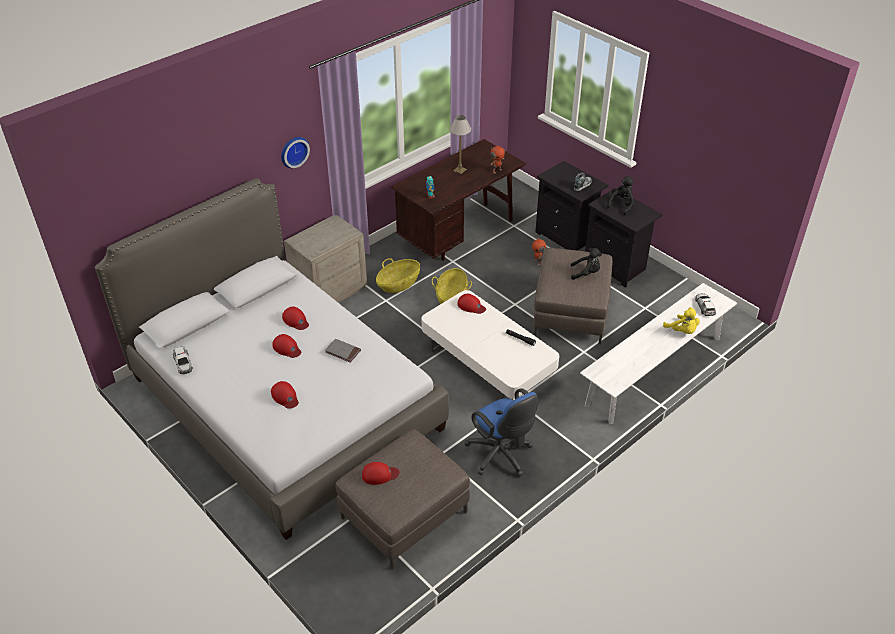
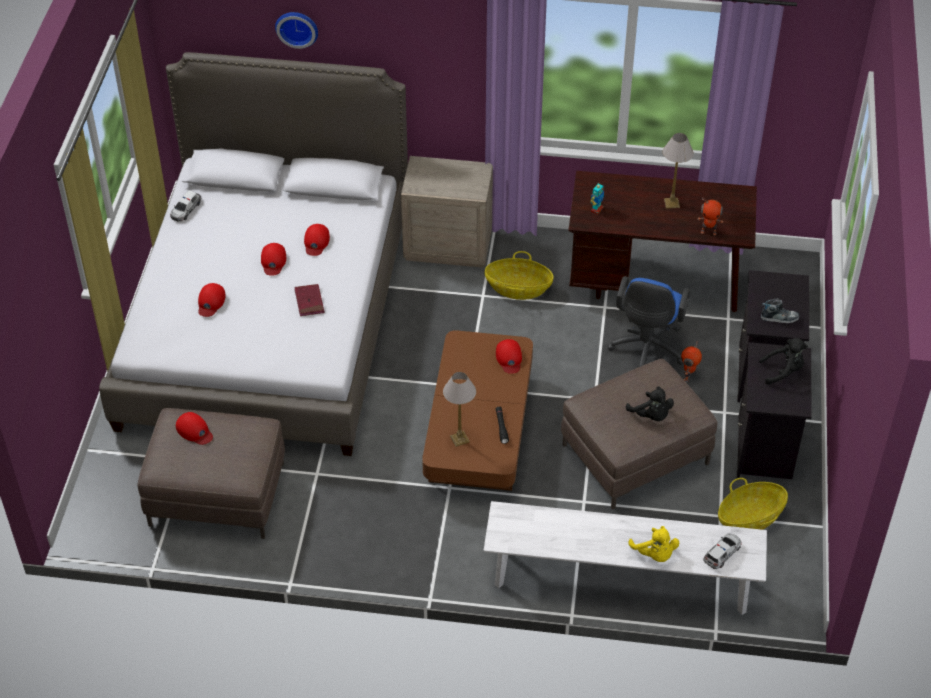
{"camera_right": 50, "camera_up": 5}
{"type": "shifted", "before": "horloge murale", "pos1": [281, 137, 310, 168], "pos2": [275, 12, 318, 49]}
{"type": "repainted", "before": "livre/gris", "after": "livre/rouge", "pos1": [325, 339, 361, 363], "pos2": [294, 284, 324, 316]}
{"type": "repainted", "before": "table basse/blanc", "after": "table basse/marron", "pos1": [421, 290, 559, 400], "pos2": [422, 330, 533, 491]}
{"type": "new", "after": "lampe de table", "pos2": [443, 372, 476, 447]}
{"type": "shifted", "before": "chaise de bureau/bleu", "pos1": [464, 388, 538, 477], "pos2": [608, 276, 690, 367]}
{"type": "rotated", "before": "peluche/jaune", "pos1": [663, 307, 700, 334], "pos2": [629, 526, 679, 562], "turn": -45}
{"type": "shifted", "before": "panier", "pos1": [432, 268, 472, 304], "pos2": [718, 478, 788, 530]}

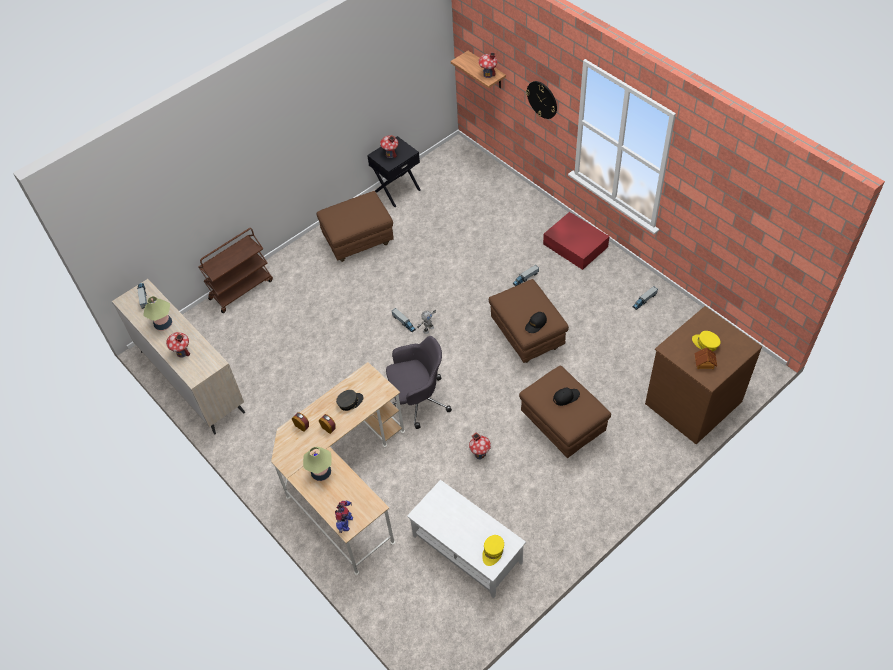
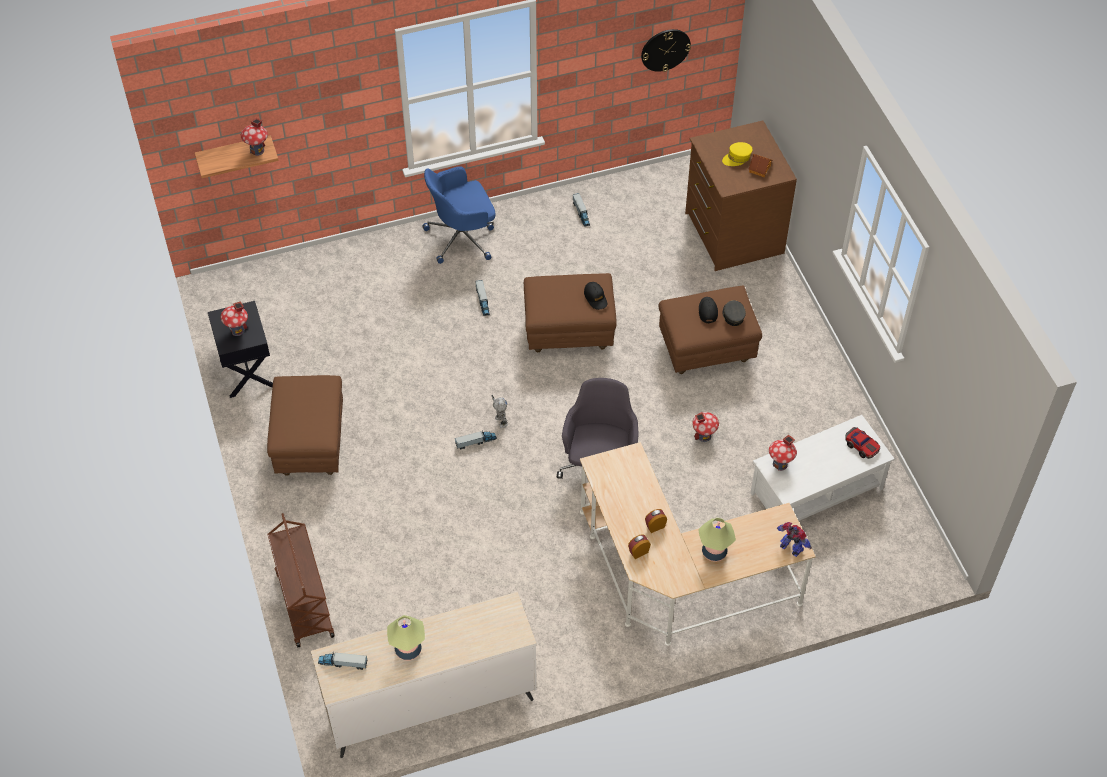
{"camera_right": -70, "camera_up": 0}
{"type": "swapped", "before": "boîte de rangement/rouge", "after": "chaise de bureau/bleu", "pos1": [543, 212, 609, 270], "pos2": [422, 166, 495, 264]}
{"type": "shifted", "before": "horloge murale", "pos1": [526, 81, 557, 119], "pos2": [641, 29, 691, 72]}
{"type": "shifted", "before": "casquette/gris", "pos1": [336, 390, 364, 411], "pos2": [723, 300, 746, 326]}
{"type": "shifted", "before": "maison miniature", "pos1": [166, 332, 190, 358], "pos2": [769, 435, 797, 471]}
{"type": "swapped", "before": "casquette/jaune", "after": "petite voiture", "pos1": [482, 535, 504, 566], "pos2": [845, 427, 880, 459]}

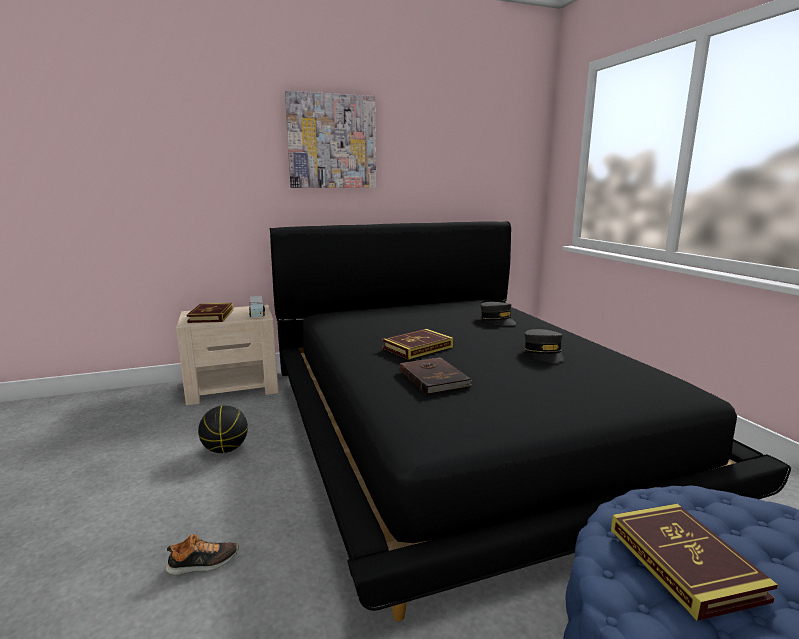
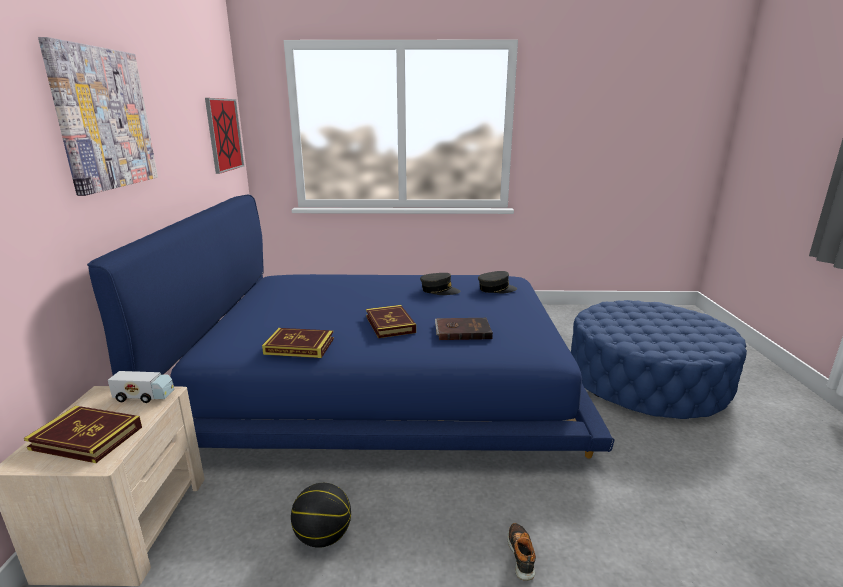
{"camera_right": -70, "camera_up": 5}
{"type": "repainted", "before": "lit/noir", "after": "lit/bleu", "pos1": [270, 221, 791, 621], "pos2": [87, 194, 615, 459]}
{"type": "new", "after": "tableau", "pos2": [205, 98, 244, 174]}
{"type": "shifted", "before": "livre", "pos1": [611, 504, 778, 621], "pos2": [262, 328, 334, 358]}
{"type": "shifted", "before": "casquette/gris", "pos1": [480, 302, 516, 326], "pos2": [478, 271, 517, 293]}

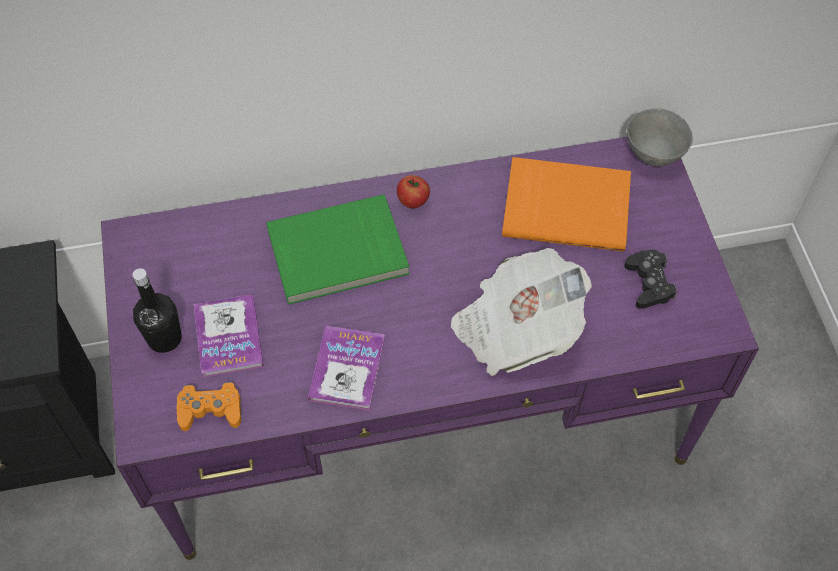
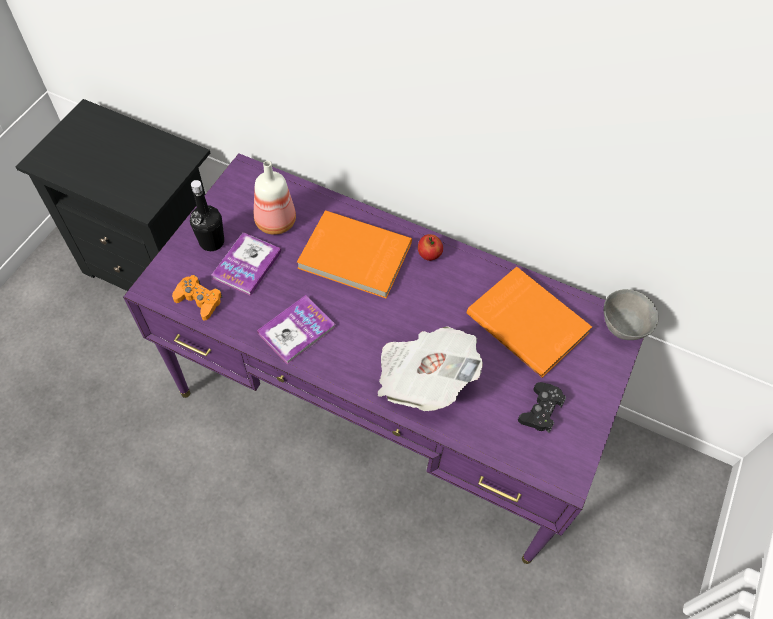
{"camera_right": 35, "camera_up": 0}
{"type": "new", "after": "bouteille", "pos2": [254, 161, 296, 235]}
{"type": "repainted", "before": "livre/vert", "after": "livre/orange", "pos1": [266, 194, 409, 305], "pos2": [297, 210, 412, 298]}

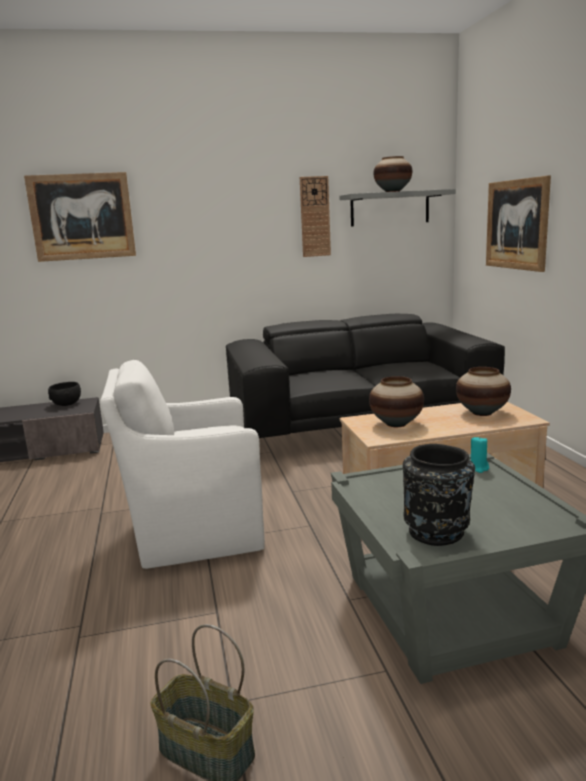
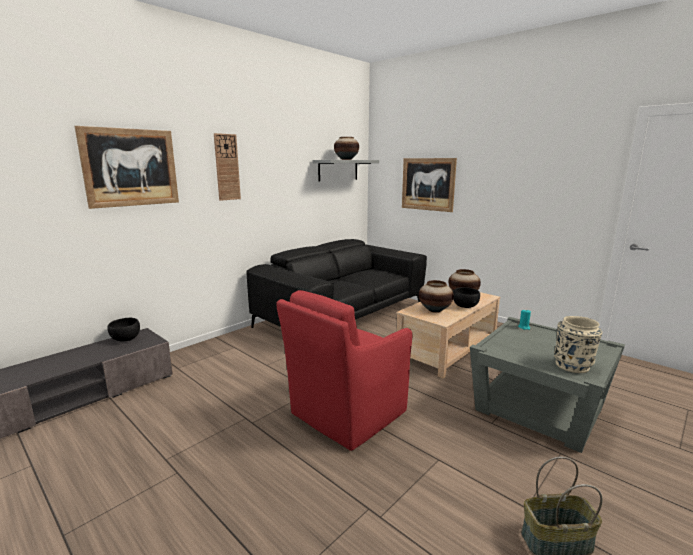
{"camera_right": -35, "camera_up": 0}
{"type": "shifted", "before": "horloge murale", "pos1": [300, 176, 331, 257], "pos2": [214, 133, 241, 201]}
{"type": "repainted", "before": "fauteuil/blanc", "after": "fauteuil/rouge", "pos1": [100, 360, 265, 569], "pos2": [276, 290, 412, 451]}
{"type": "new", "after": "bol/noir", "pos2": [453, 287, 480, 308]}
{"type": "repainted", "before": "vase/noir", "after": "vase/beige", "pos1": [403, 444, 475, 546], "pos2": [554, 316, 602, 373]}

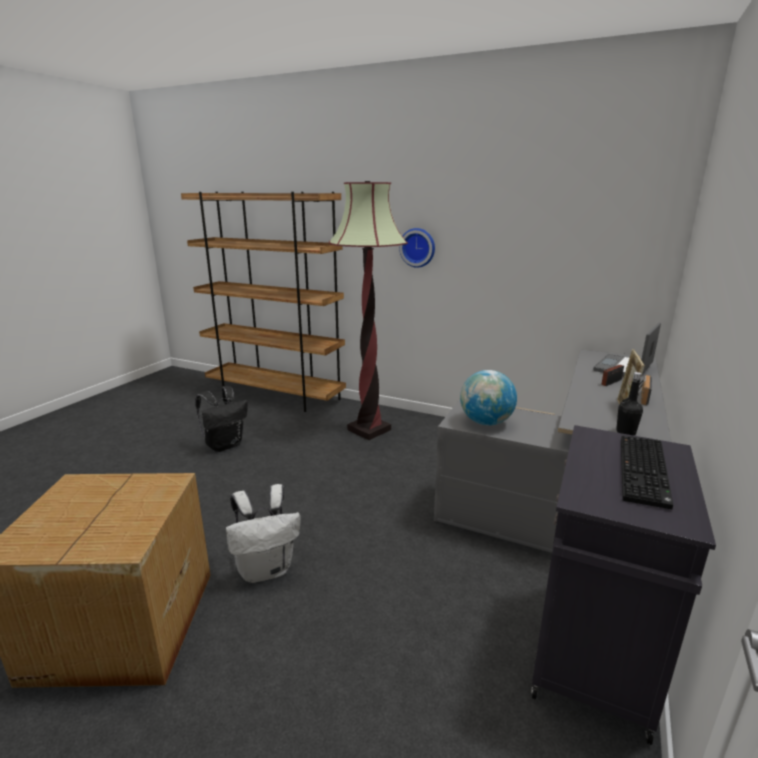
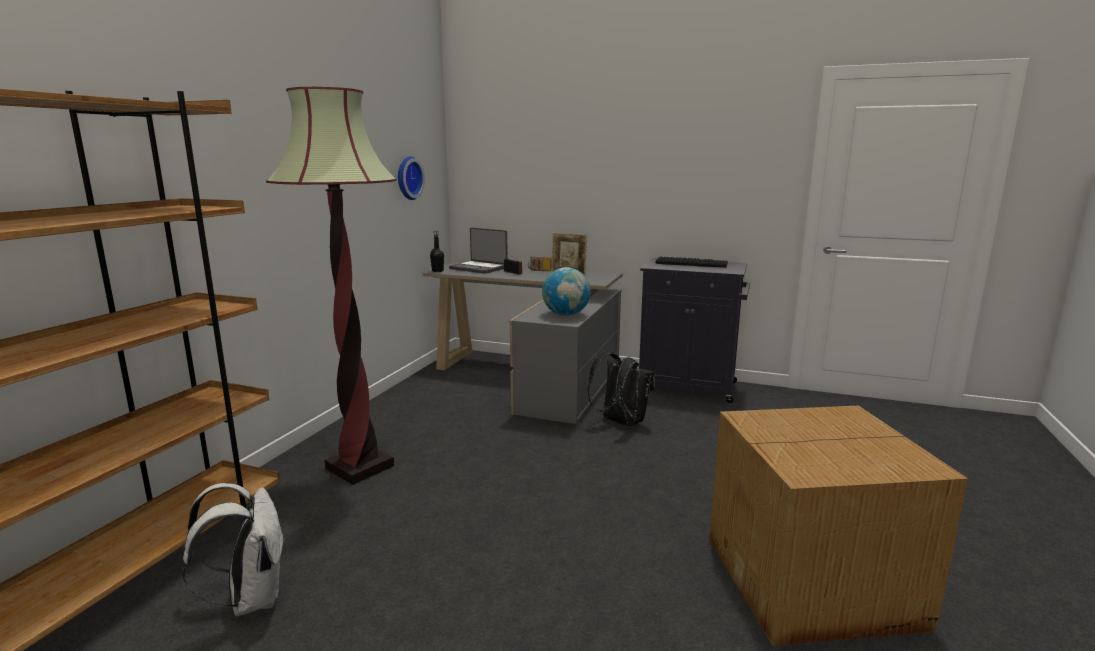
{"camera_right": -95, "camera_up": -5}
{"type": "shifted", "before": "sac à dos/blanc", "pos1": [226, 484, 301, 583], "pos2": [182, 483, 285, 616]}
{"type": "shifted", "before": "horloge murale", "pos1": [399, 228, 435, 268], "pos2": [398, 156, 425, 200]}
{"type": "shifted", "before": "bouteille/noir", "pos1": [616, 372, 643, 435], "pos2": [430, 231, 444, 272]}
{"type": "shifted", "before": "sac à dos/noir", "pos1": [195, 386, 248, 452], "pos2": [587, 352, 655, 426]}

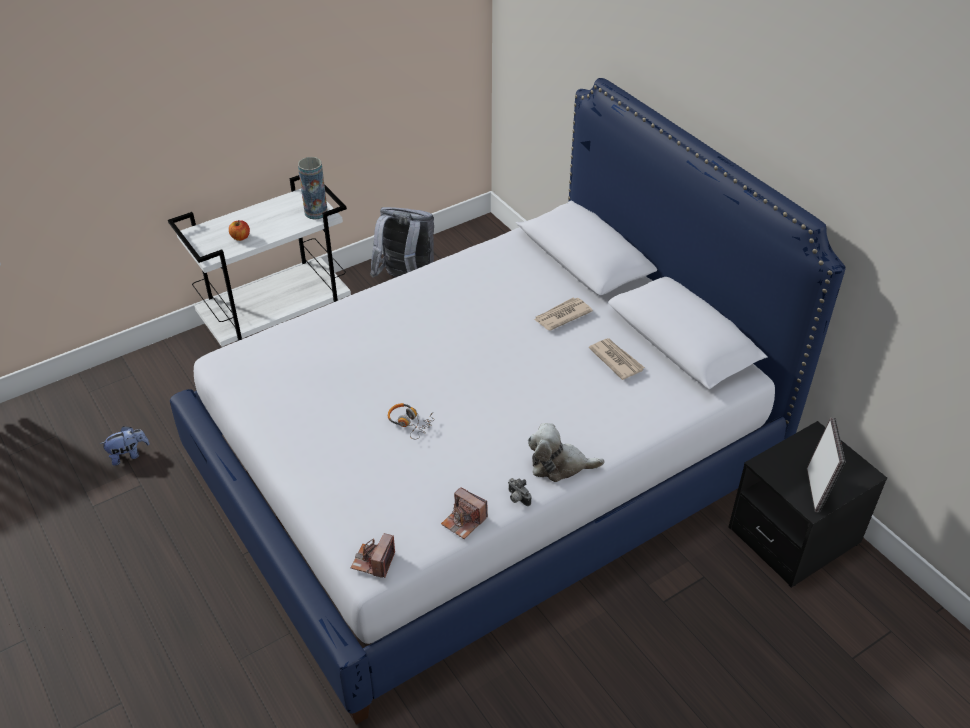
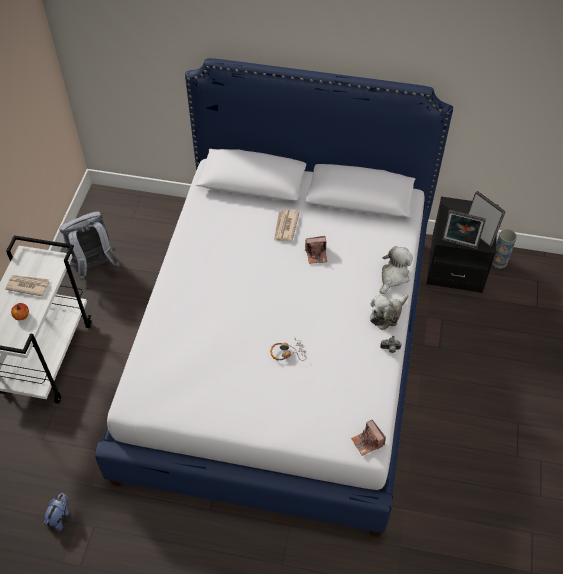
{"camera_right": -45, "camera_up": 10}
{"type": "shifted", "before": "journal", "pos1": [589, 338, 645, 380], "pos2": [5, 275, 49, 296]}
{"type": "shifted", "before": "appareil photo", "pos1": [441, 487, 488, 539], "pos2": [305, 236, 327, 264]}
{"type": "new", "after": "peluche", "pos2": [380, 246, 413, 294]}
{"type": "new", "after": "cadre photo", "pos2": [442, 210, 486, 249]}
{"type": "shifted", "before": "vase", "pos1": [298, 157, 328, 220], "pos2": [492, 229, 517, 268]}

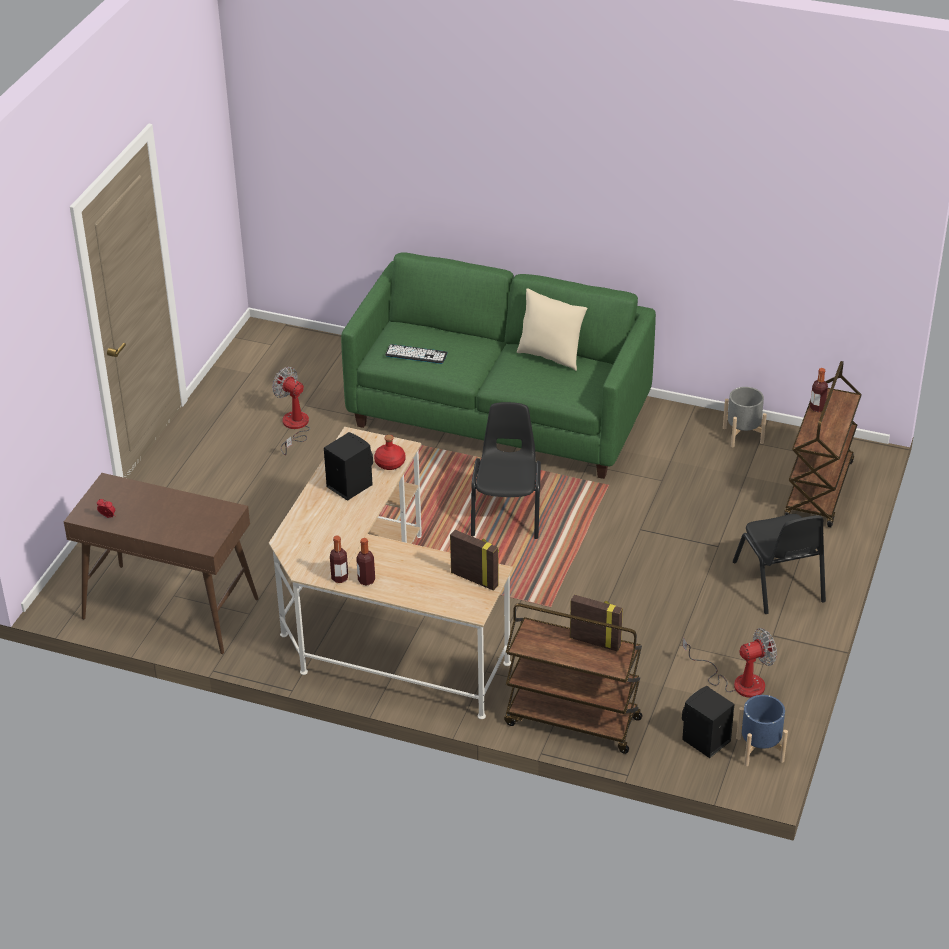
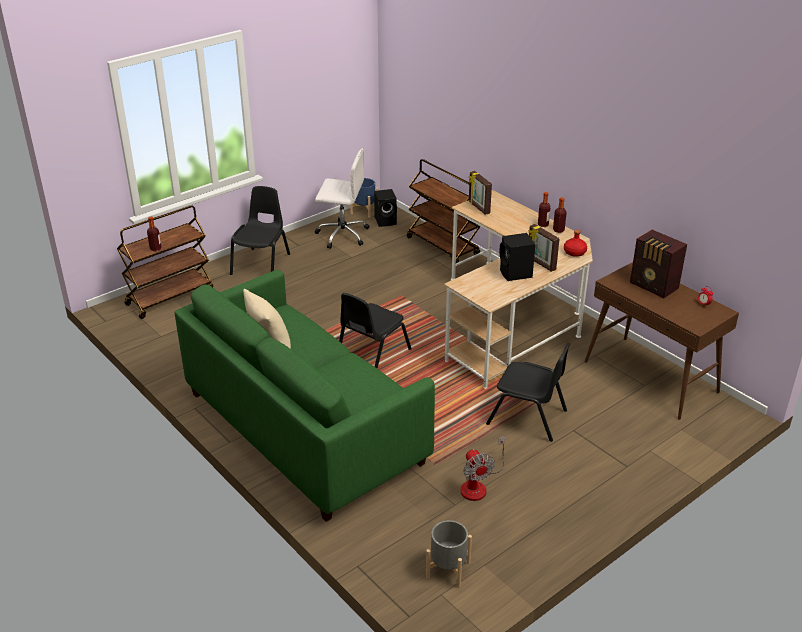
{"camera_right": -150, "camera_up": -5}
{"type": "swapped", "before": "ventilateur", "after": "chaise de bureau/blanc", "pos1": [682, 628, 777, 698], "pos2": [315, 148, 369, 249]}
{"type": "shifted", "before": "cache-pot/gris", "pos1": [723, 387, 767, 448], "pos2": [426, 520, 472, 588]}
{"type": "new", "after": "chaise/noir", "pos2": [486, 343, 571, 442]}
{"type": "shifted", "before": "cadre photo", "pos1": [570, 594, 623, 652], "pos2": [529, 224, 560, 272]}
{"type": "shifted", "before": "bouteille/rouge", "pos1": [374, 435, 406, 470], "pos2": [564, 230, 587, 257]}
{"type": "new", "after": "radio", "pos2": [630, 230, 687, 298]}
{"type": "gone", "before": "clavier", "pos1": [385, 344, 448, 364]}

